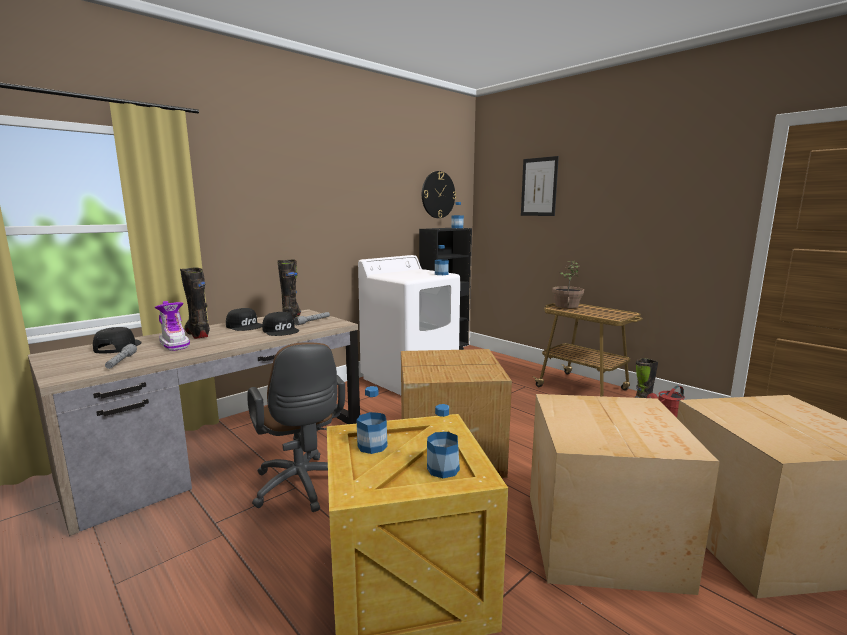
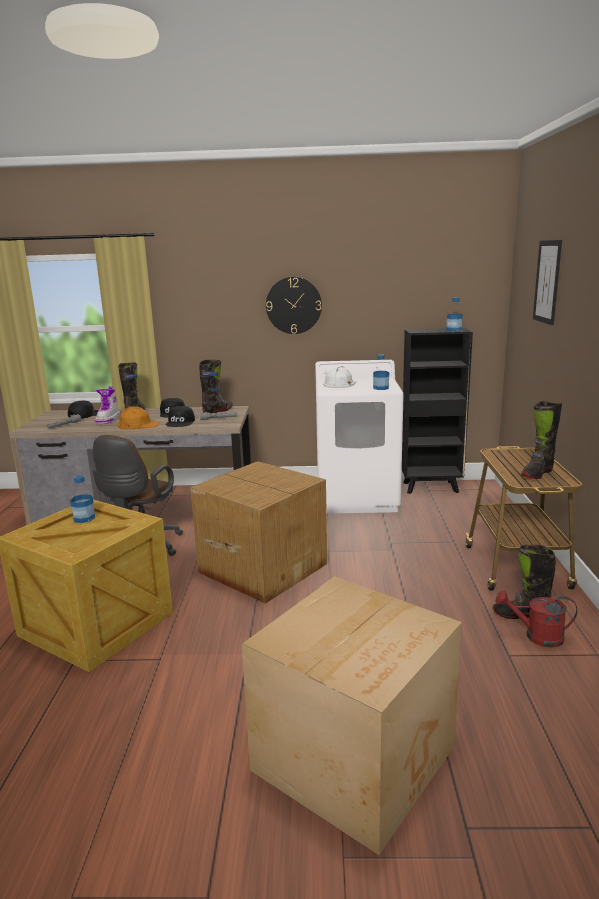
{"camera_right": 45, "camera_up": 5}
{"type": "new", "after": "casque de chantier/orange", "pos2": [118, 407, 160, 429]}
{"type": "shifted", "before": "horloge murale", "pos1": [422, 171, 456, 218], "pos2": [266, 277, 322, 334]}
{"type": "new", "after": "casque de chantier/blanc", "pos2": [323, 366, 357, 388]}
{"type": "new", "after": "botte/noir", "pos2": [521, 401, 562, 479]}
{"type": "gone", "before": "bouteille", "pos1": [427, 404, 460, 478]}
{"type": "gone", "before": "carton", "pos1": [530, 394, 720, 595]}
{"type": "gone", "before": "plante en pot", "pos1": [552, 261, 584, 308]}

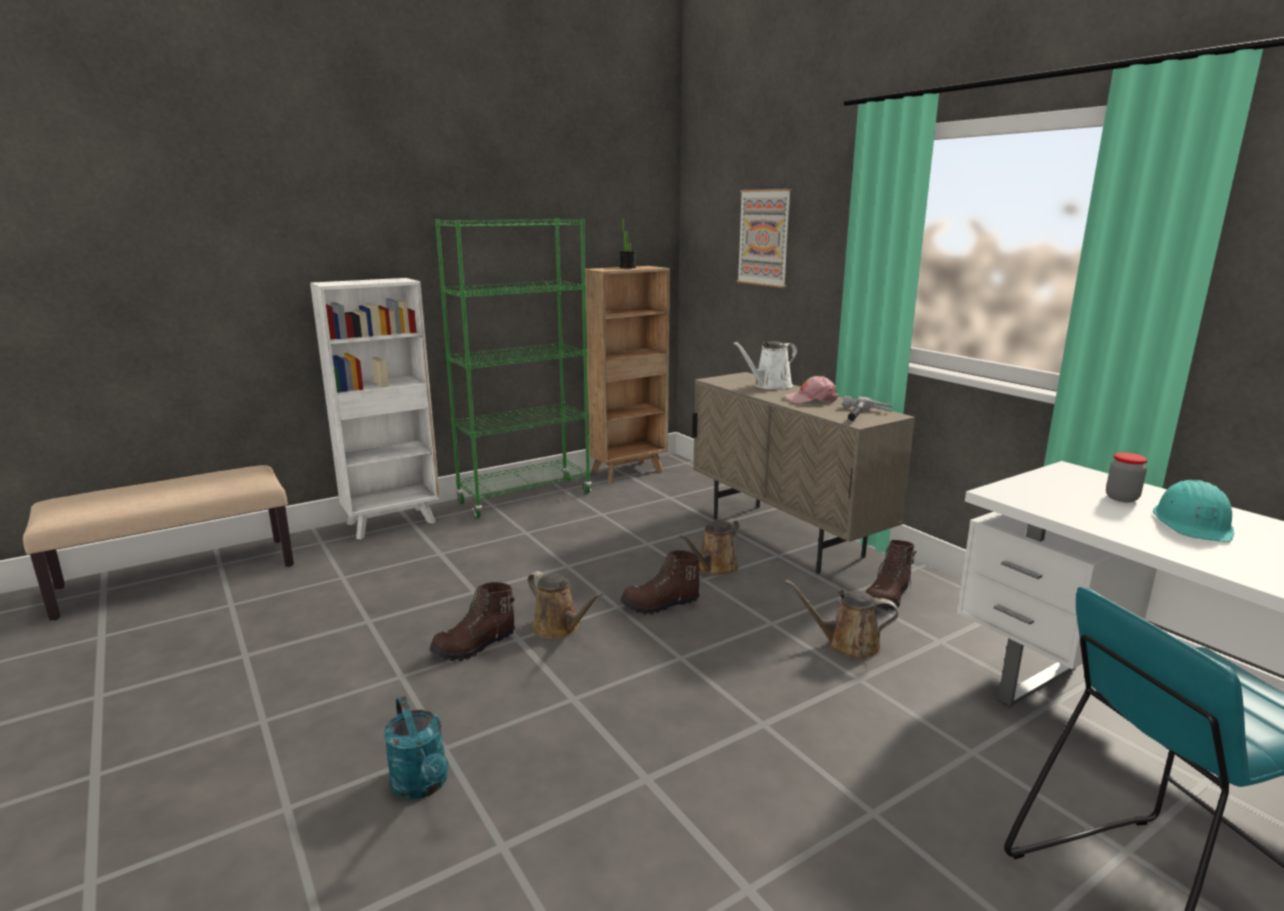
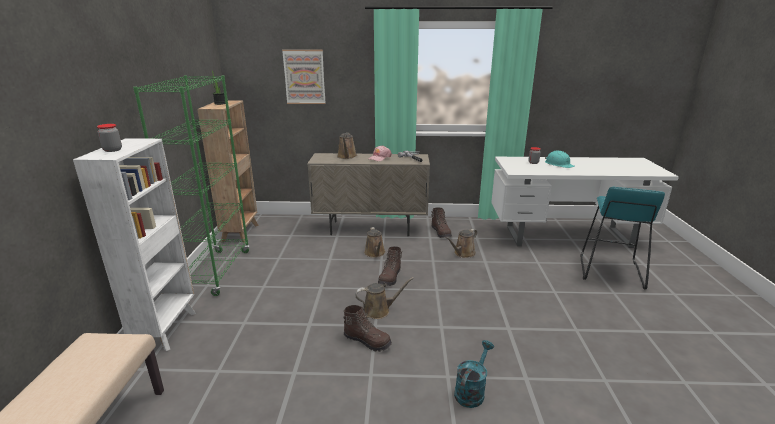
{"camera_right": -55, "camera_up": 5}
{"type": "new", "after": "bocal", "pos2": [97, 124, 122, 152]}
{"type": "repainted", "before": "arrosoir/blanc", "after": "arrosoir/marron", "pos1": [733, 341, 797, 389], "pos2": [337, 133, 357, 159]}
{"type": "rotated", "before": "botte/marron", "pos1": [429, 582, 515, 662], "pos2": [343, 305, 392, 352], "turn": -60}
{"type": "rotated", "before": "arrosoir/turquoise", "pos1": [384, 696, 449, 799], "pos2": [454, 340, 494, 408], "turn": -60}

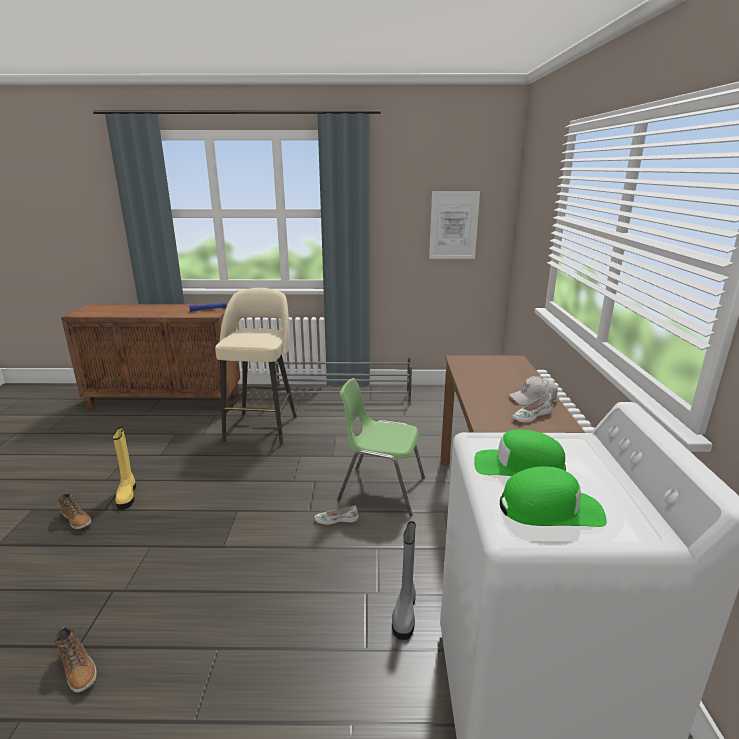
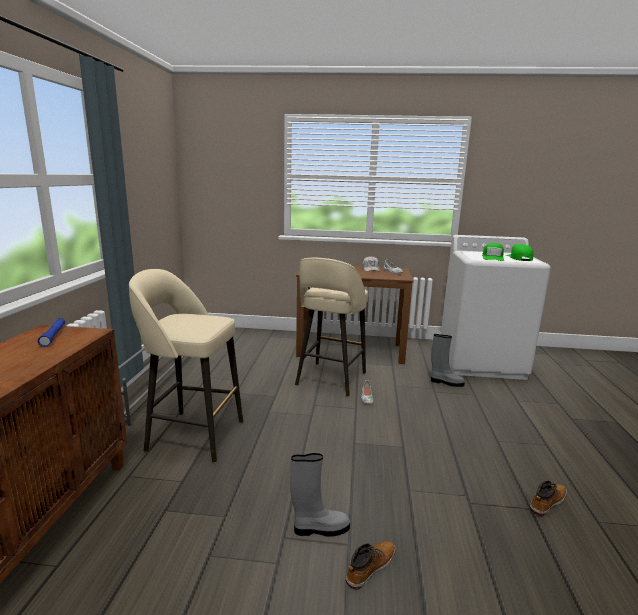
{"camera_right": -85, "camera_up": -5}
{"type": "repainted", "before": "botte/jaune", "after": "botte/gris", "pos1": [112, 427, 136, 510], "pos2": [290, 453, 350, 537]}
{"type": "swapped", "before": "chaise/vert", "after": "tabouret/beige", "pos1": [337, 378, 425, 516], "pos2": [295, 257, 368, 397]}
{"type": "gone", "before": "tableau", "pos1": [429, 191, 480, 259]}

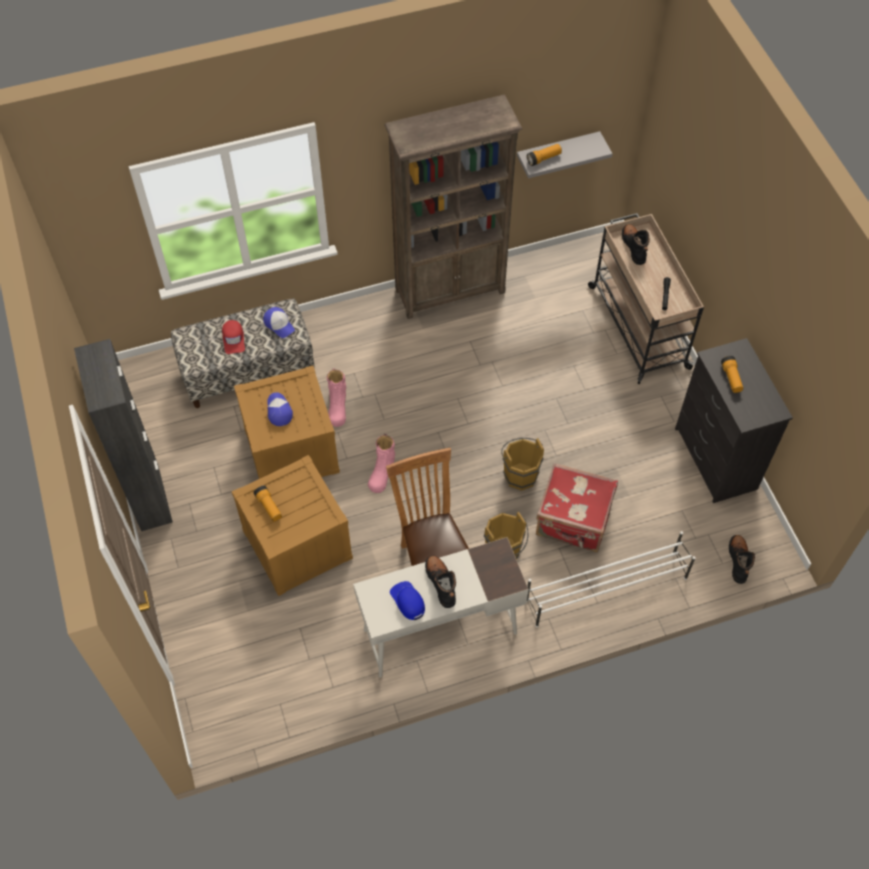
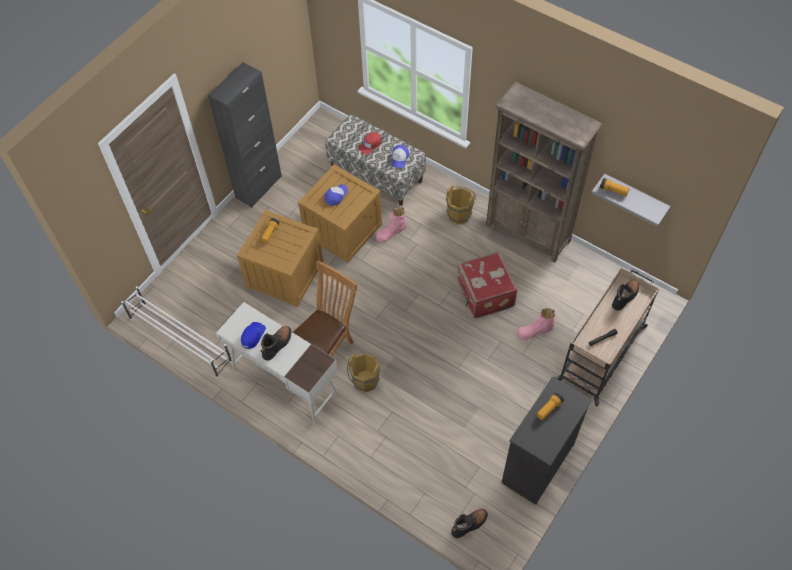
{"camera_right": 55, "camera_up": 0}
{"type": "shifted", "before": "étagère à chaussures/blanc", "pos1": [527, 531, 696, 627], "pos2": [121, 286, 232, 378]}
{"type": "shifted", "before": "seau/marron", "pos1": [501, 438, 544, 490], "pos2": [446, 185, 476, 225]}
{"type": "shifted", "before": "valise/rouge", "pos1": [536, 463, 618, 552], "pos2": [457, 251, 518, 319]}
{"type": "shifted", "before": "botte/rose", "pos1": [368, 434, 395, 493], "pos2": [517, 308, 555, 340]}

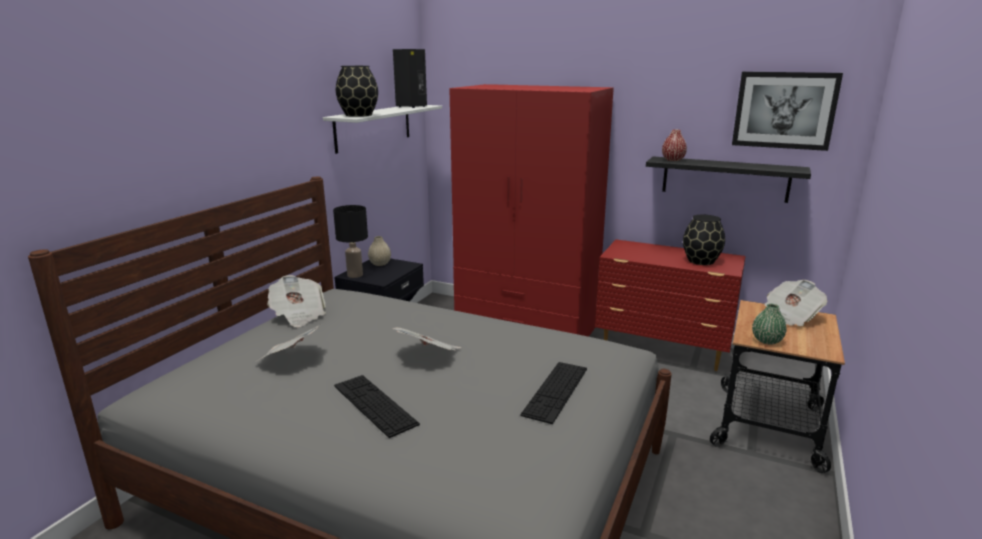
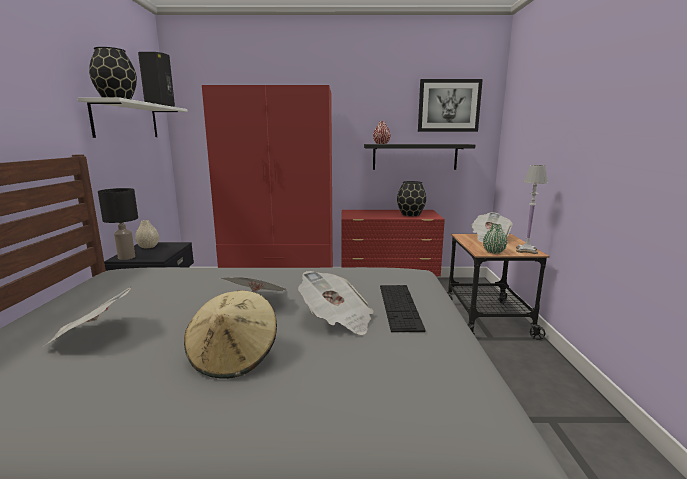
{"camera_right": -25, "camera_up": -5}
{"type": "swapped", "before": "clavier", "after": "chapeau/beige", "pos1": [334, 375, 420, 438], "pos2": [184, 290, 277, 379]}
{"type": "shifted", "before": "journal", "pos1": [267, 275, 326, 327], "pos2": [298, 271, 373, 335]}
{"type": "new", "after": "lampe de table/blanc", "pos2": [516, 165, 548, 254]}

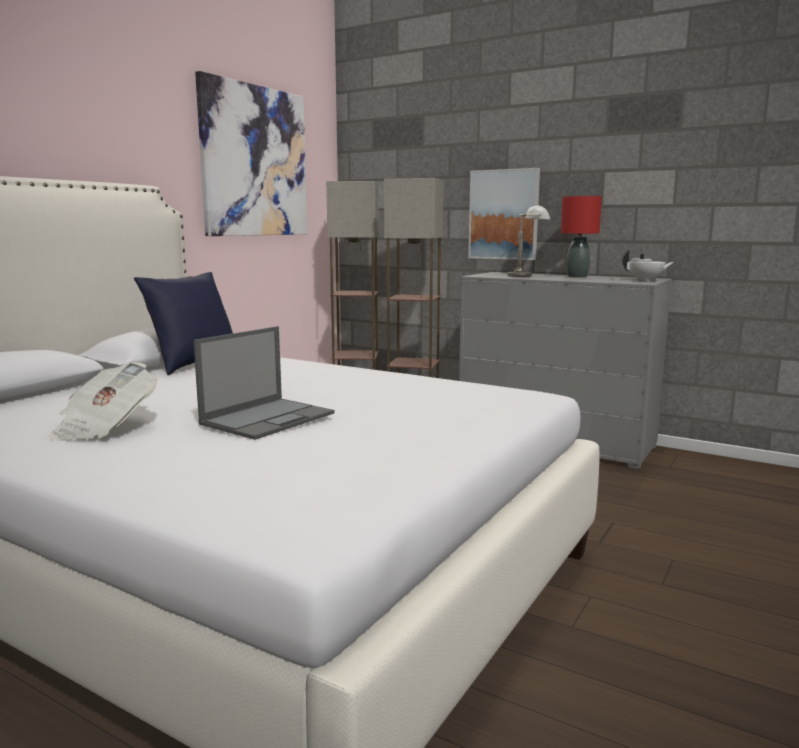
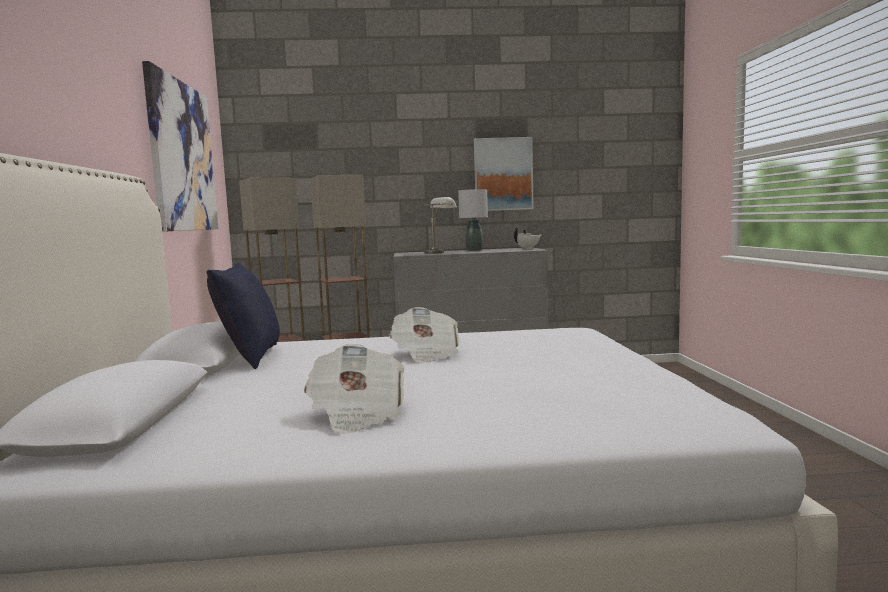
{"camera_right": -35, "camera_up": -5}
{"type": "new", "after": "journal", "pos2": [390, 307, 459, 363]}
{"type": "repainted", "before": "lampe de table/rouge", "after": "lampe de table/gris", "pos1": [561, 196, 602, 278], "pos2": [458, 189, 488, 251]}
{"type": "shifted", "before": "tableau", "pos1": [468, 168, 540, 260], "pos2": [474, 137, 534, 211]}
{"type": "gone", "before": "ordinateur portable", "pos1": [193, 326, 334, 440]}

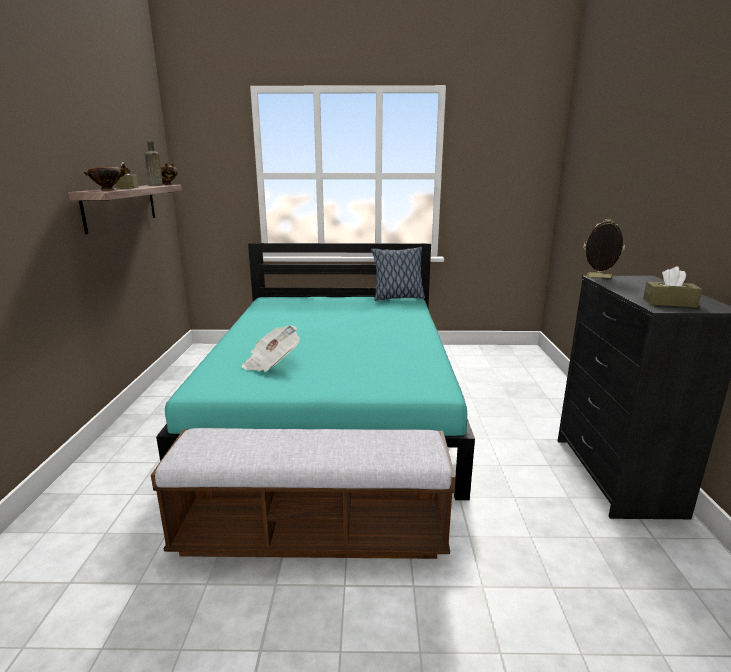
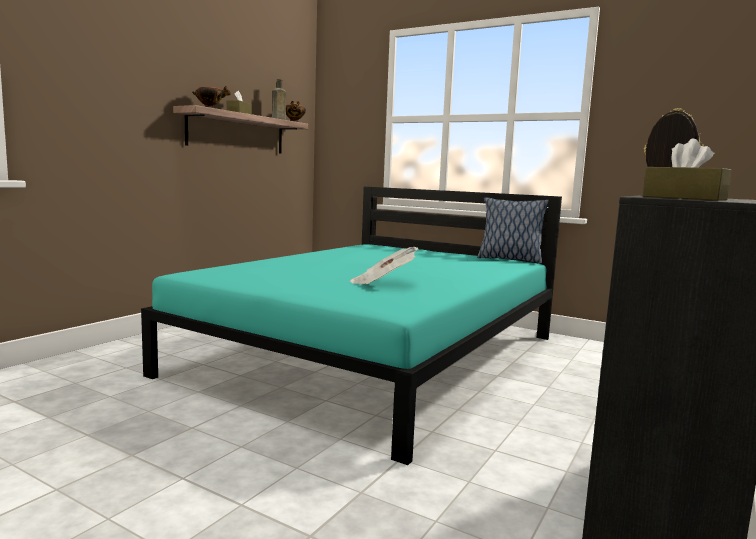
{"camera_right": 30, "camera_up": -10}
{"type": "shifted", "before": "journal", "pos1": [242, 325, 300, 372], "pos2": [350, 247, 418, 285]}
{"type": "gone", "before": "banc", "pos1": [151, 428, 456, 559]}

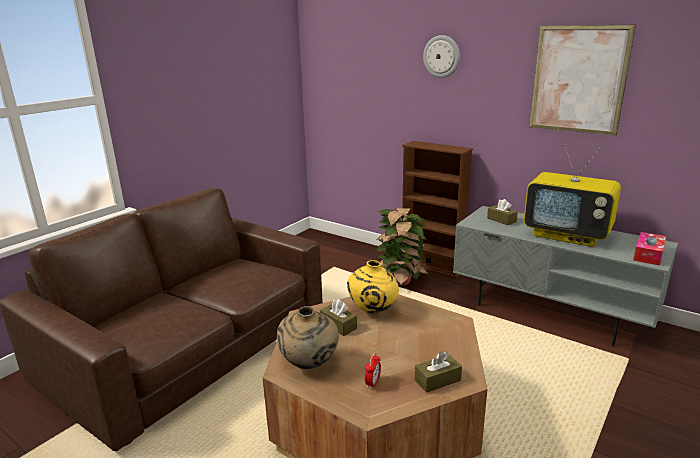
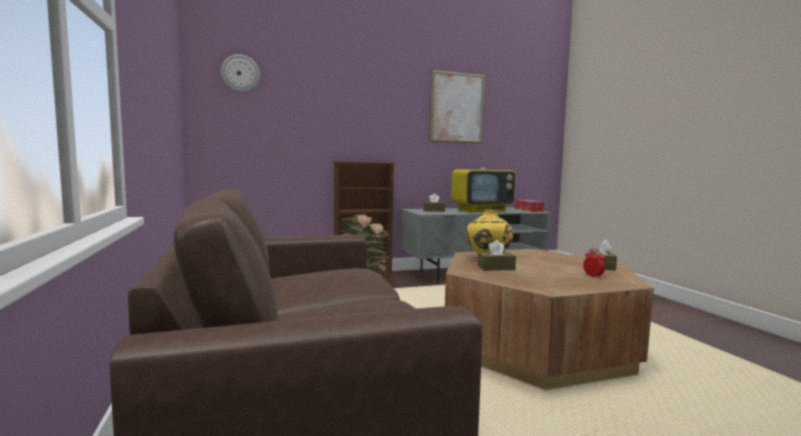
{"camera_right": -55, "camera_up": -15}
{"type": "shifted", "before": "horloge murale", "pos1": [423, 35, 460, 78], "pos2": [221, 54, 260, 93]}
{"type": "gone", "before": "vase/beige", "pos1": [277, 306, 339, 369]}

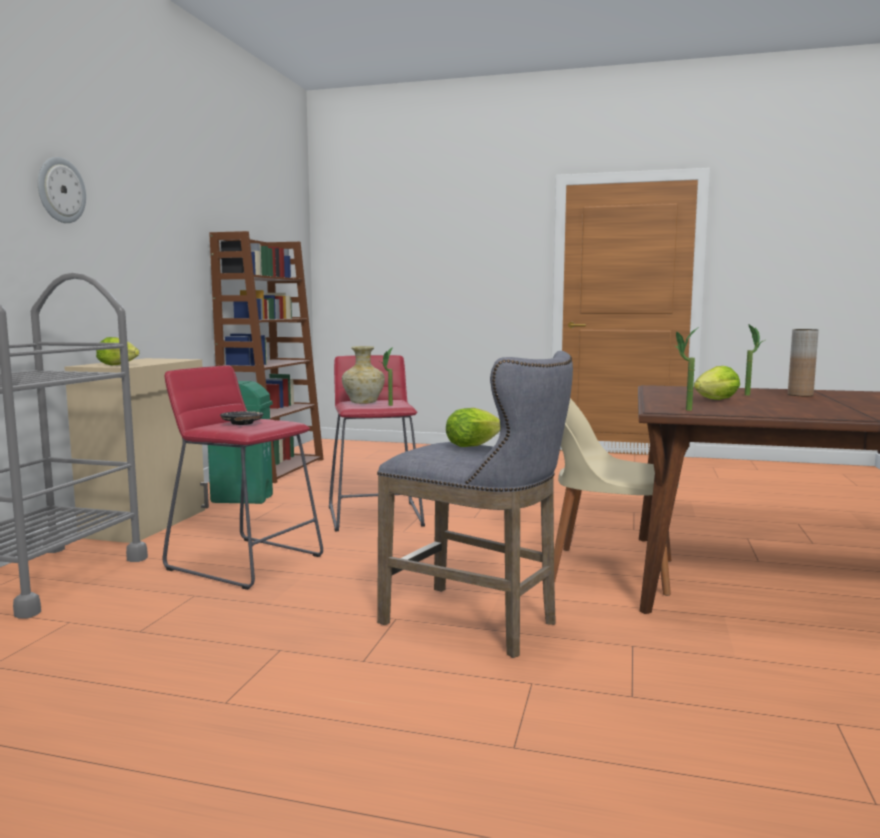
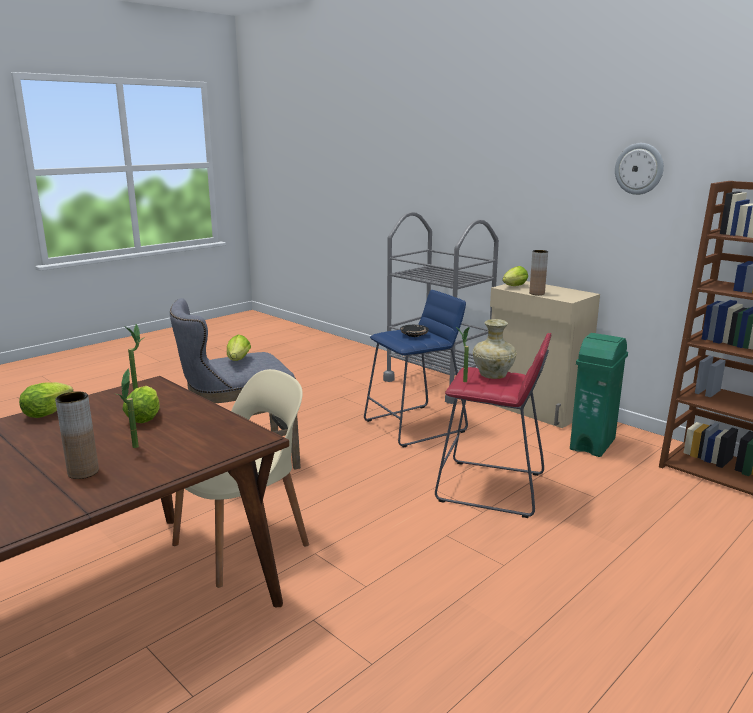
{"camera_right": 120, "camera_up": 10}
{"type": "new", "after": "laitue", "pos2": [19, 382, 73, 418]}
{"type": "repainted", "before": "tabouret/rouge", "after": "tabouret/bleu", "pos1": [163, 365, 323, 590], "pos2": [364, 290, 468, 448]}
{"type": "new", "after": "vase/marron", "pos2": [529, 250, 548, 295]}
{"type": "shifted", "before": "horloge murale", "pos1": [38, 157, 86, 223], "pos2": [615, 143, 664, 195]}

